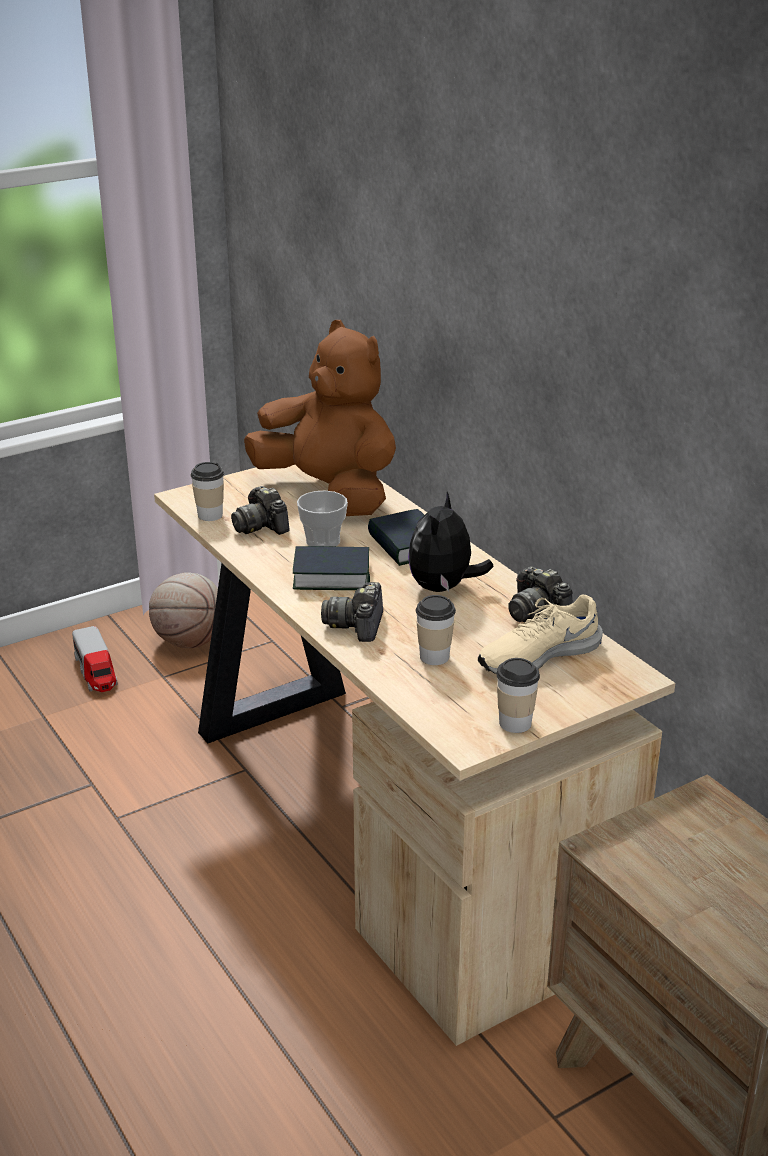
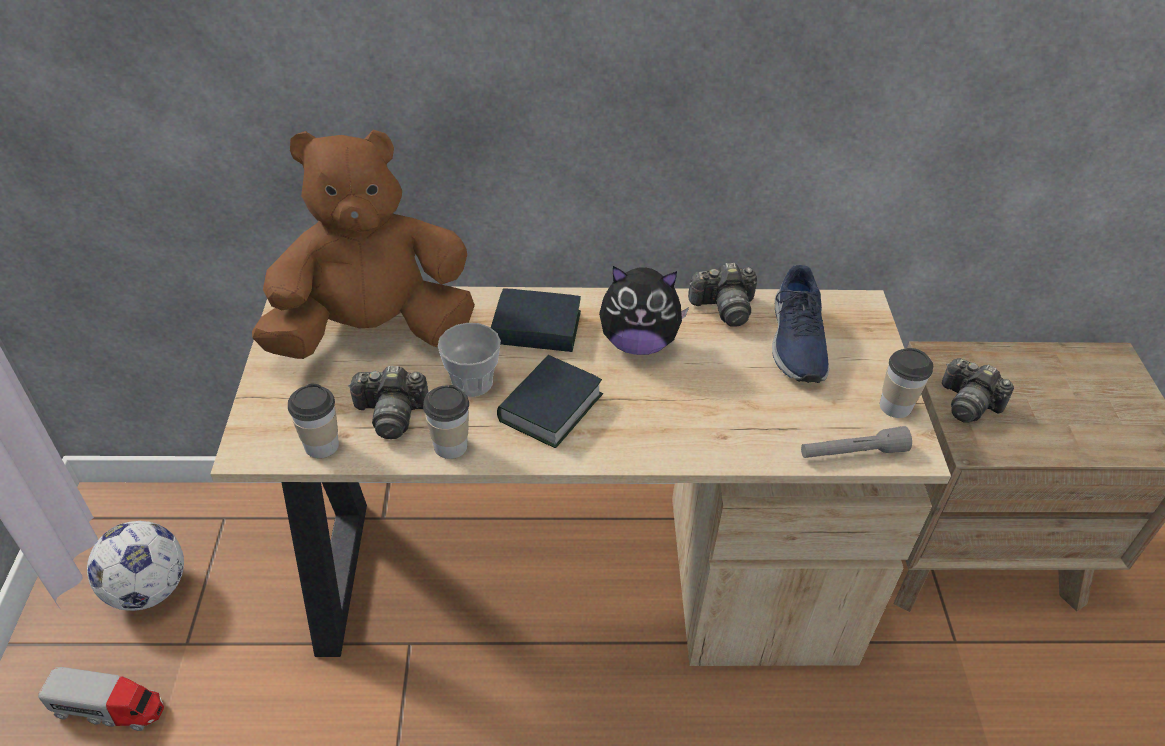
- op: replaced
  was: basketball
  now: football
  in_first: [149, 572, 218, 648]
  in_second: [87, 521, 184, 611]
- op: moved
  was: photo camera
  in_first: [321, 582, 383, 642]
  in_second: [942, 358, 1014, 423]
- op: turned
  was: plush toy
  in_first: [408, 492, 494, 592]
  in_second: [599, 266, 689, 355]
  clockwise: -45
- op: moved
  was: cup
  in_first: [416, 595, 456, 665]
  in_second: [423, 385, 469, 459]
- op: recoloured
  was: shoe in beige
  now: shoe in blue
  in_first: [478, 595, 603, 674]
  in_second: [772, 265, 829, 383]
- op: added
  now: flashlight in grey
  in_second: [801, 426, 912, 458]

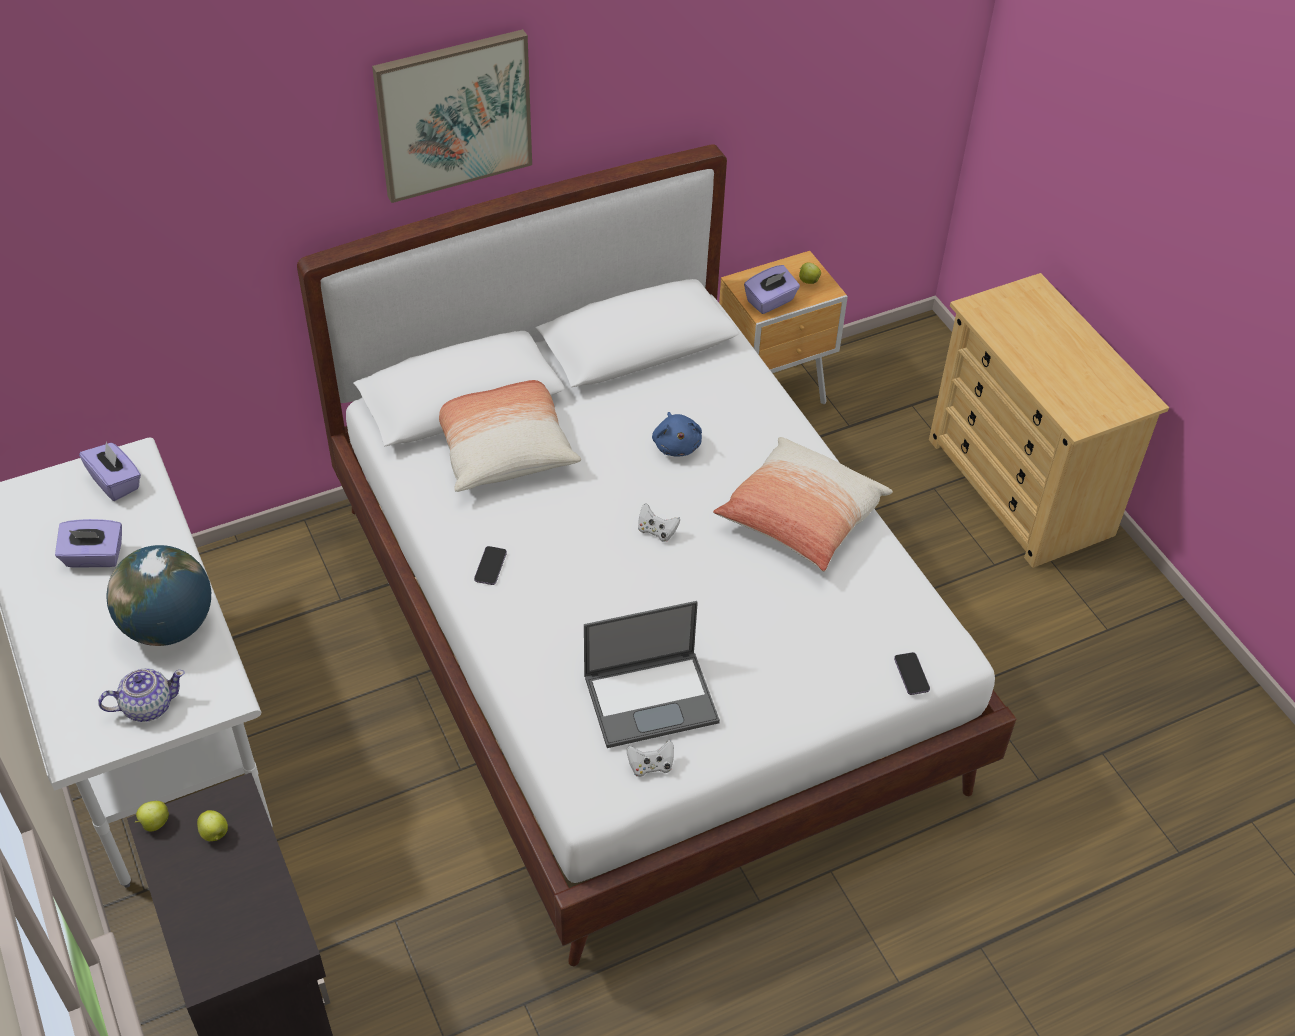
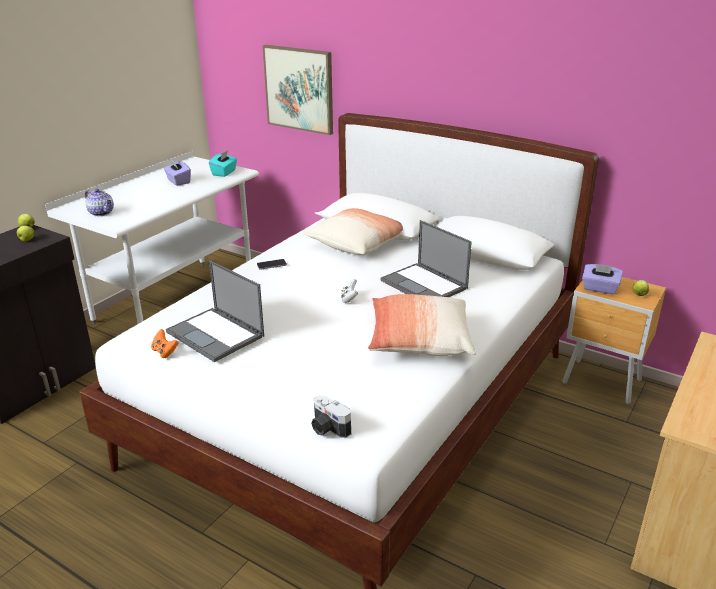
- op: recoloured
  was: tissue box in purple
  now: tissue box in turquoise
  in_first: [79, 442, 141, 501]
  in_second: [209, 151, 237, 177]
- op: removed
  was: globe
  in_first: [106, 545, 211, 646]
- op: moved
  was: picture
  in_first: [372, 29, 532, 203]
  in_second: [263, 45, 333, 135]
- op: recoloured
  was: game controller in white
  now: game controller in orange
  in_first: [627, 740, 674, 777]
  in_second: [151, 329, 179, 358]
- op: replaced
  was: plush toy in blue
  now: laptop
  in_first: [652, 412, 702, 456]
  in_second: [381, 220, 472, 297]
- op: replaced
  was: phone
  now: photo camera
  in_first: [894, 652, 930, 695]
  in_second: [311, 395, 351, 438]

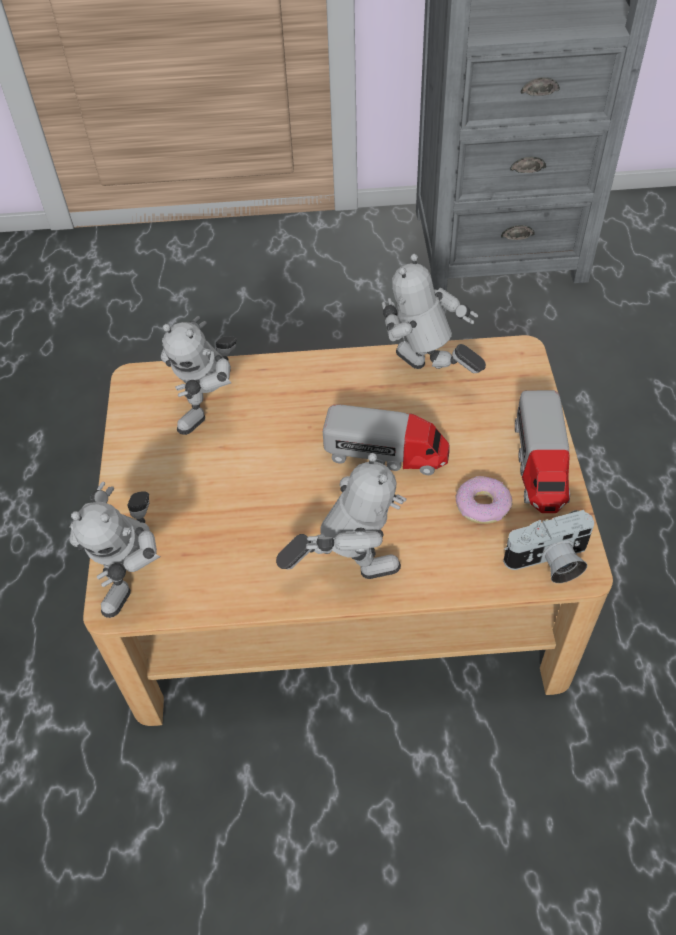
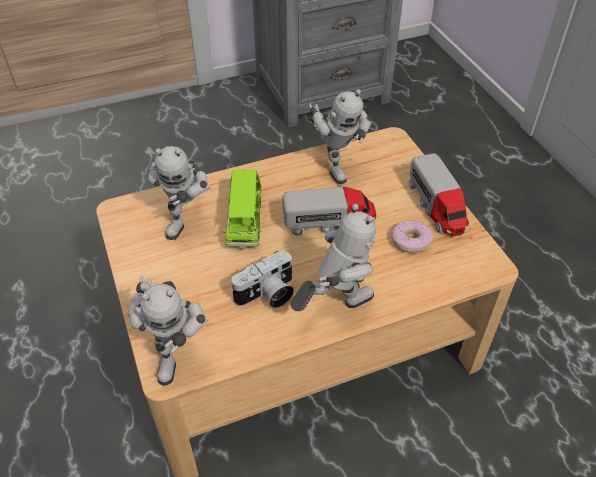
- op: turned
  was: toy robot
  in_first: [382, 254, 486, 373]
  in_second: [309, 89, 373, 184]
  clockwise: -135
- op: moved
  was: photo camera
  in_first: [503, 510, 594, 583]
  in_second: [231, 250, 294, 308]
- op: added
  now: toy car in green
  in_second: [222, 169, 262, 248]

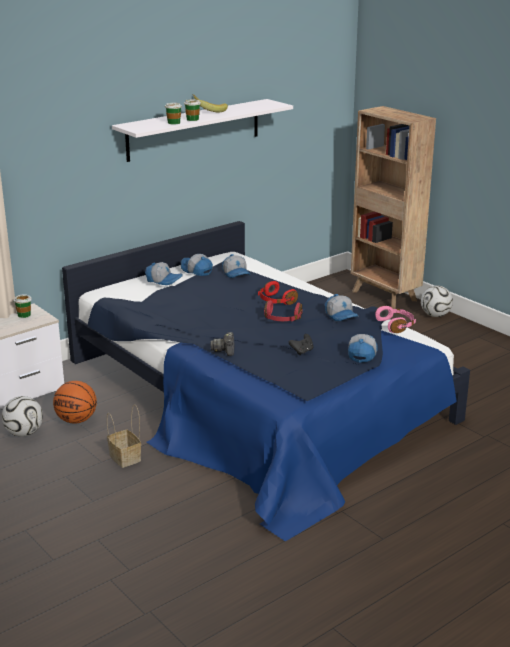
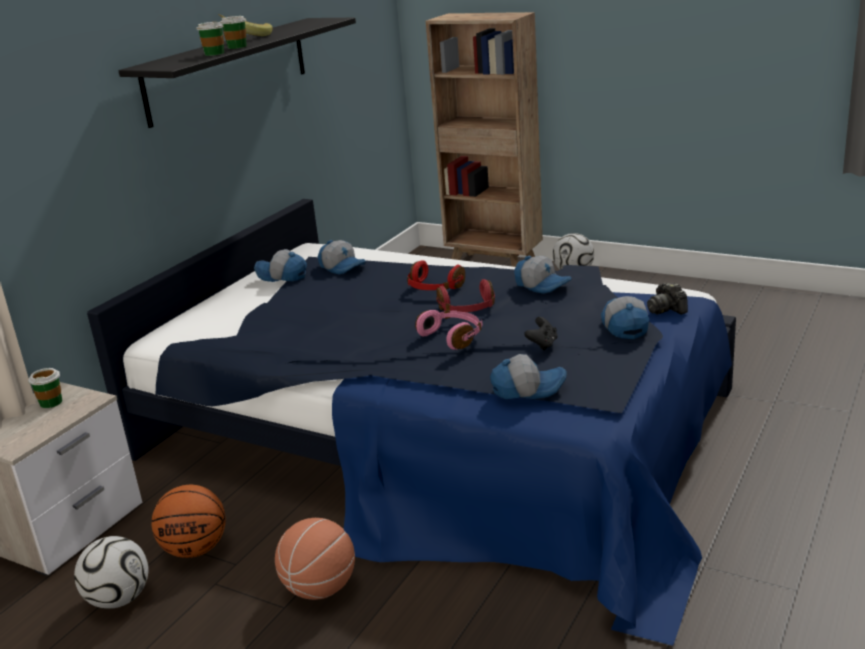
- op: replaced
  was: basket
  now: basketball
  in_first: [107, 404, 141, 468]
  in_second: [275, 518, 355, 600]
- op: recoloured
  was: shelf in white
  now: shelf in black
  in_first: [112, 99, 293, 162]
  in_second: [119, 18, 356, 128]
- op: moved
  was: cap
  in_first: [145, 262, 183, 285]
  in_second: [490, 354, 567, 399]
- op: moved
  was: photo camera
  in_first: [210, 332, 235, 356]
  in_second: [647, 283, 688, 315]
- op: moved
  was: headphones in pink
  in_first: [375, 306, 416, 333]
  in_second: [415, 310, 483, 350]

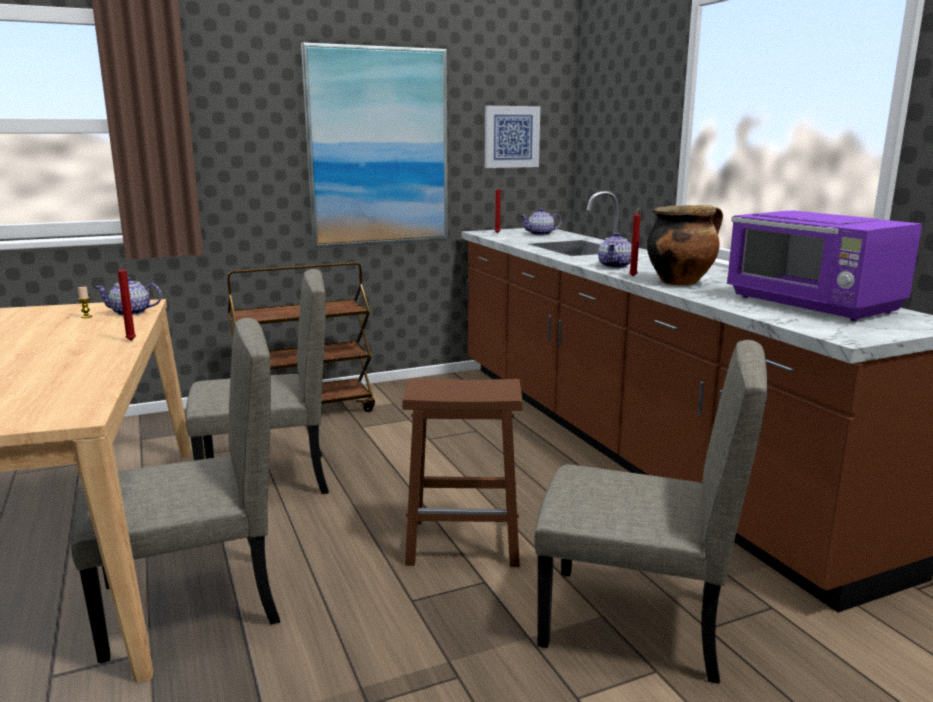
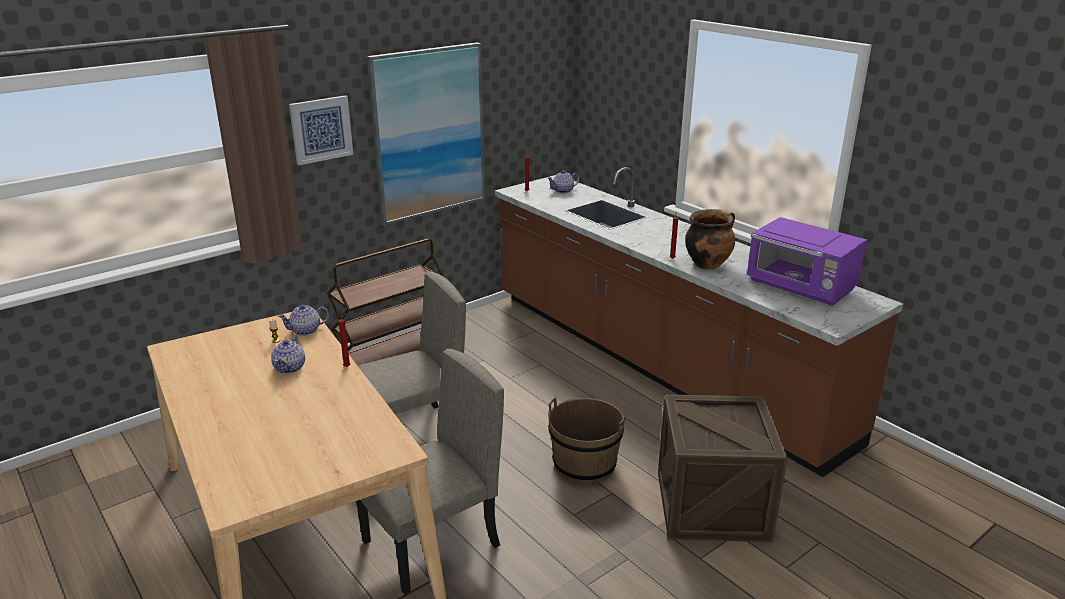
- op: replaced
  was: stool in brown
  now: bucket in brown
  in_first: [402, 378, 523, 567]
  in_second: [548, 397, 626, 484]
- op: moved
  was: picture
  in_first: [485, 106, 541, 168]
  in_second: [289, 95, 353, 165]
- op: replaced
  was: chair in beige
  now: crate
  in_first: [534, 340, 768, 684]
  in_second: [658, 394, 788, 542]
- op: moved
  was: teapot
  in_first: [598, 232, 632, 268]
  in_second: [271, 336, 305, 373]

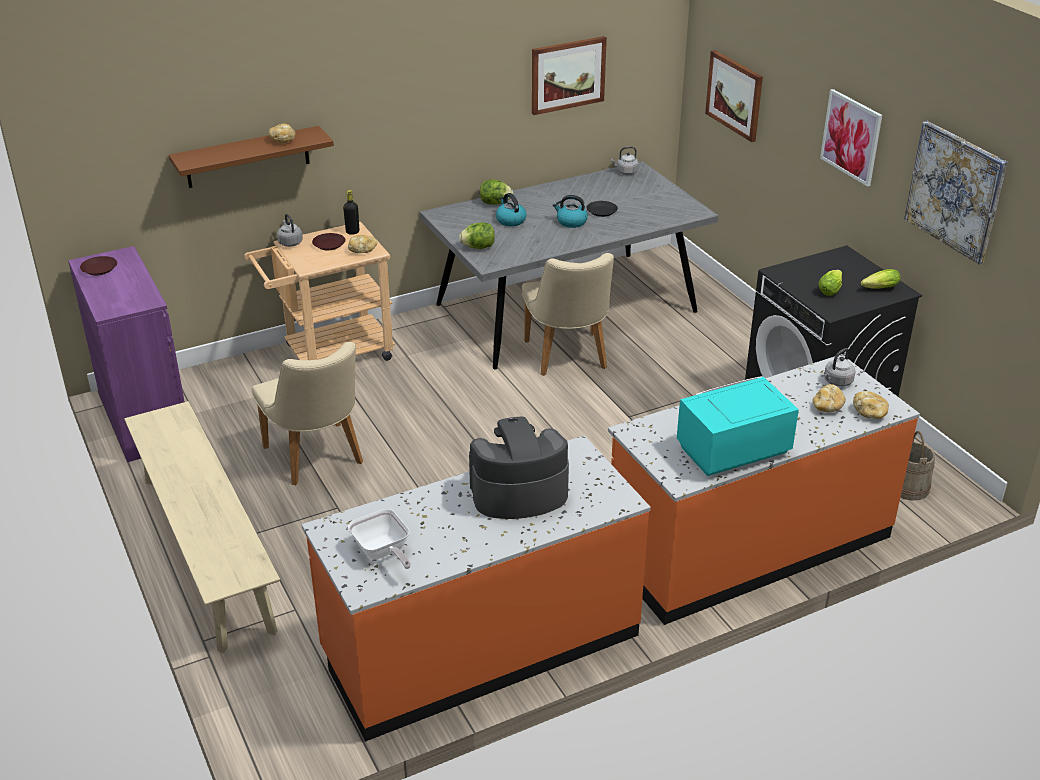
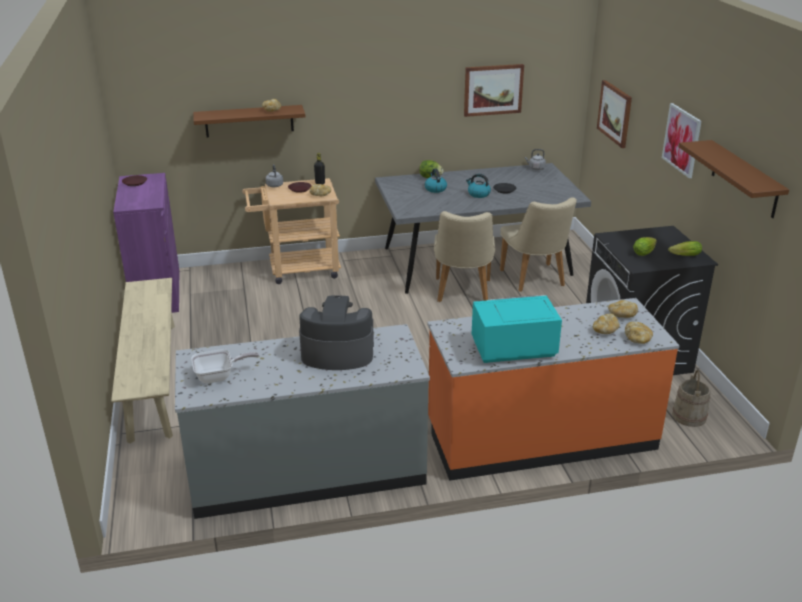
- op: moved
  was: chair in beige
  in_first: [252, 342, 363, 485]
  in_second: [500, 197, 577, 292]
- op: recoloured
  was: counter in orange
  now: counter in grey
  in_first: [302, 435, 651, 742]
  in_second: [175, 324, 430, 519]
- op: turned
  was: frying pan
  in_first: [348, 509, 411, 569]
  in_second: [191, 349, 259, 383]
  clockwise: -90
- op: removed
  was: lettuce
  in_first: [459, 222, 495, 249]
- op: replaced
  was: kettle in grey
  now: bread
  in_first: [824, 348, 856, 387]
  in_second: [608, 300, 638, 318]
- op: replaced
  was: picture
  now: shelf in brown
  in_first: [904, 121, 1007, 264]
  in_second: [678, 140, 789, 218]

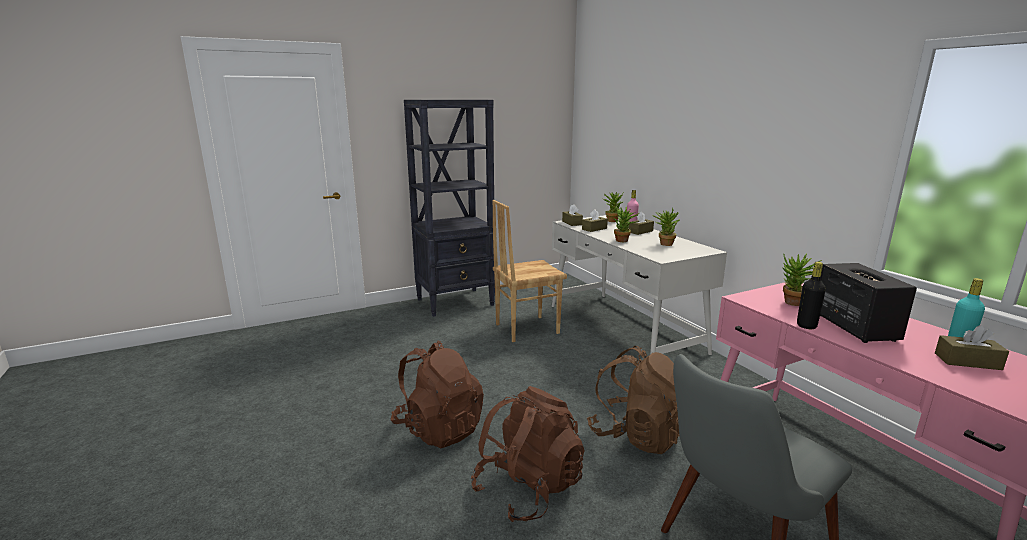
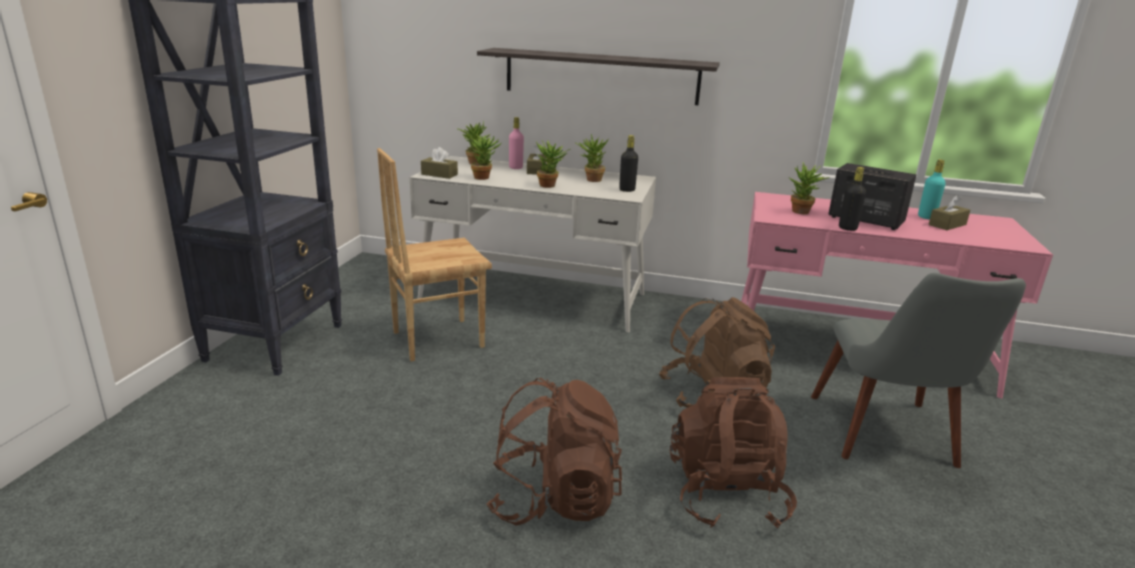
- op: turned
  was: chair in brown
  in_first: [492, 200, 567, 342]
  in_second: [377, 148, 492, 361]
  clockwise: 45
- op: replaced
  was: tissue box in brown
  now: potted plant
  in_first: [582, 209, 608, 232]
  in_second: [468, 134, 501, 180]
- op: added
  now: shelf
  in_second: [477, 48, 720, 105]
- op: added
  now: bottle in black
  in_second: [619, 135, 638, 192]

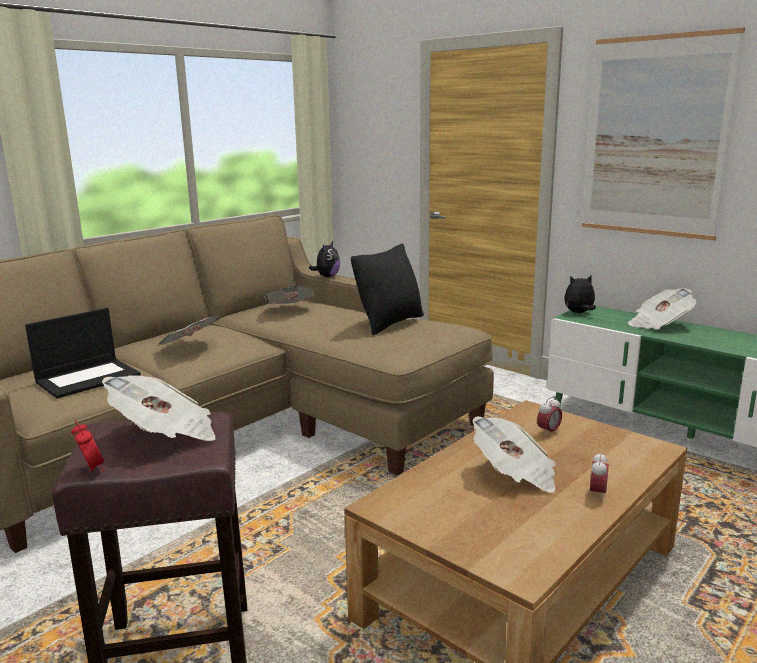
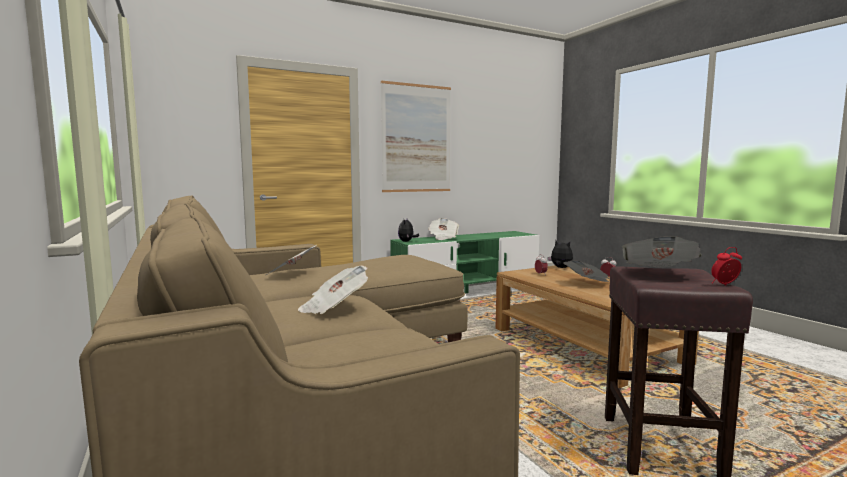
- op: removed
  was: laptop
  in_first: [25, 308, 141, 399]
- op: moved
  was: plush toy
  in_first: [309, 242, 340, 277]
  in_second: [547, 241, 573, 268]
- op: removed
  was: pillow in black
  in_first: [351, 244, 424, 335]

